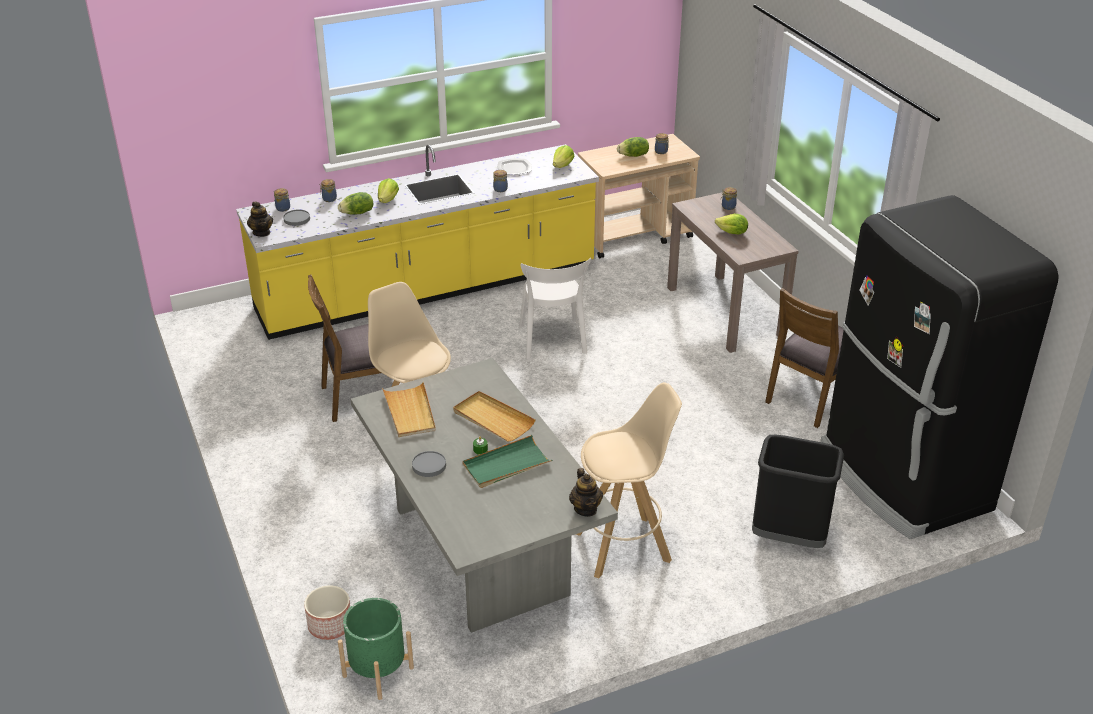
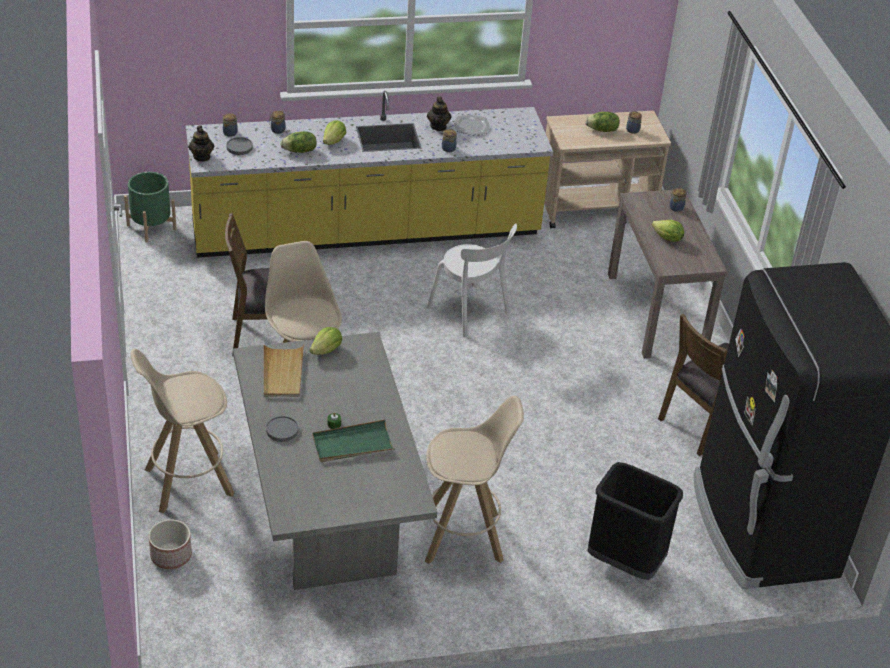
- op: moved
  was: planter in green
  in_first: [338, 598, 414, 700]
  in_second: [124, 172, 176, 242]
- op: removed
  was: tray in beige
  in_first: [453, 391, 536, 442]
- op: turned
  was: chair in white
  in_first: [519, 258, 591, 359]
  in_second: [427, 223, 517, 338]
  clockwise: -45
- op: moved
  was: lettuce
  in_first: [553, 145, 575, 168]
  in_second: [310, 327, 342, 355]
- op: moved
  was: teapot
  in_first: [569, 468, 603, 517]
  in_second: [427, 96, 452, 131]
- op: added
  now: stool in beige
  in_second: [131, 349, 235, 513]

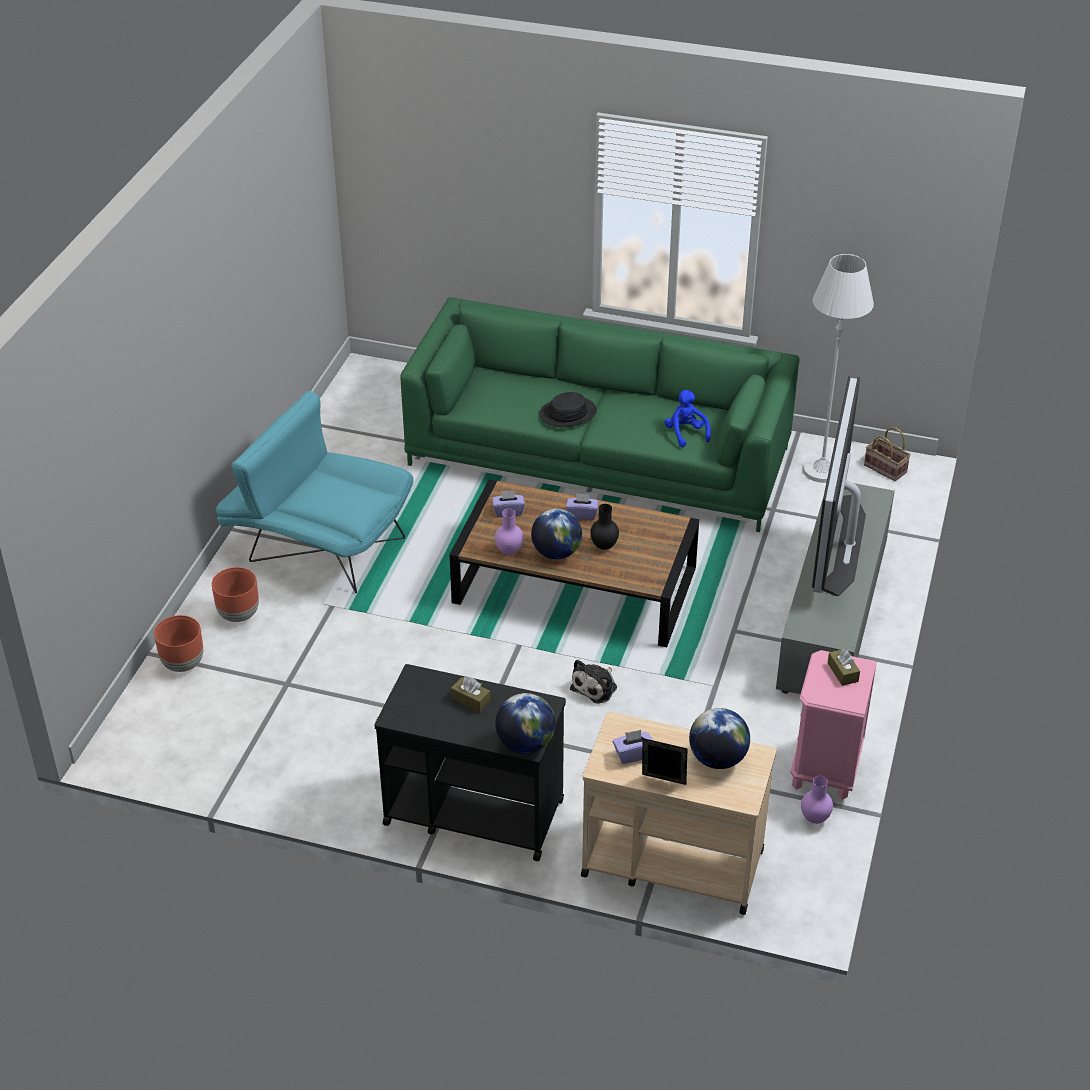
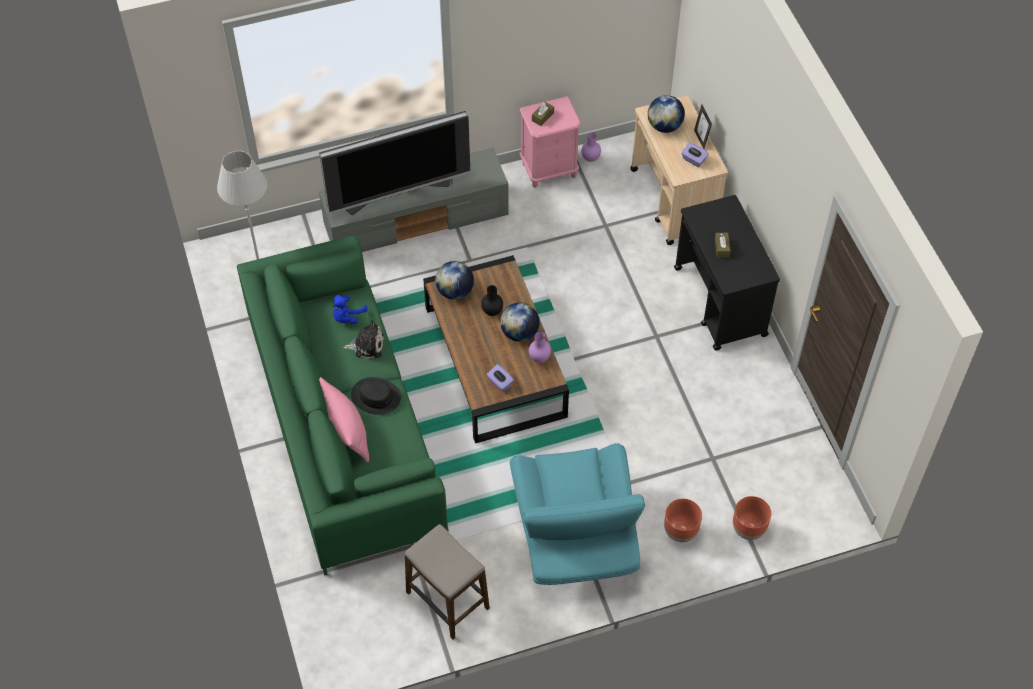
- op: moved
  was: globe
  in_first: [495, 693, 556, 754]
  in_second: [435, 261, 474, 300]
- op: removed
  was: tissue box in purple
  in_first: [566, 493, 598, 520]
- op: moved
  was: plush toy
  in_first: [570, 660, 617, 704]
  in_second: [343, 320, 384, 359]
- op: removed
  was: basket
  in_first: [864, 427, 911, 481]
- op: added
  now: pillow in pink
  in_second: [319, 377, 369, 462]
- op: added
  now: stool
  in_second: [405, 524, 490, 639]

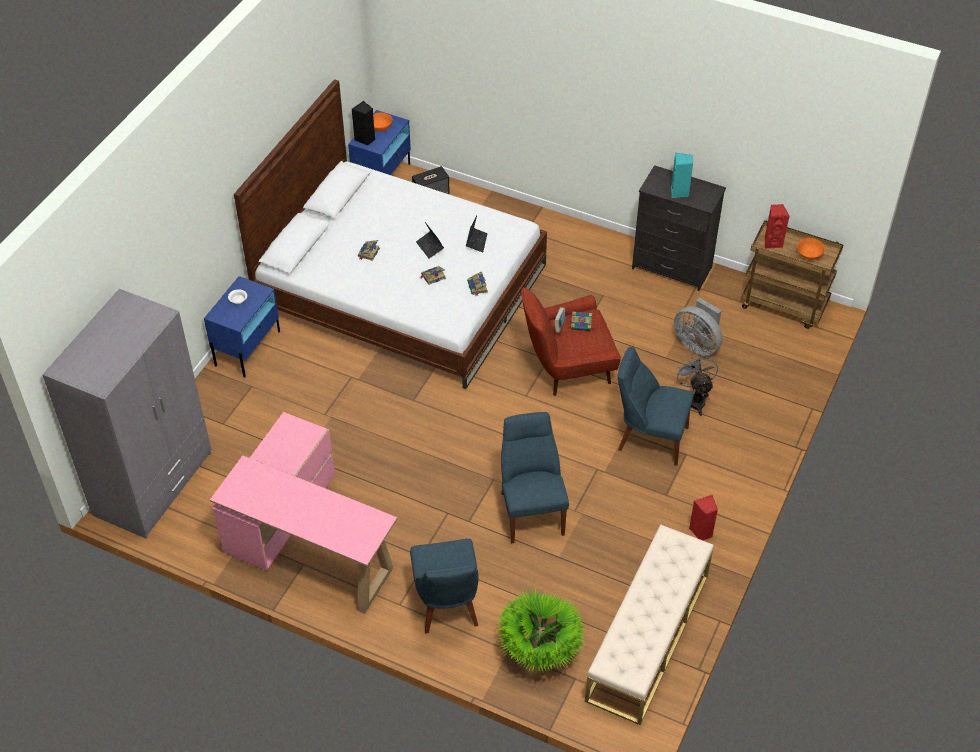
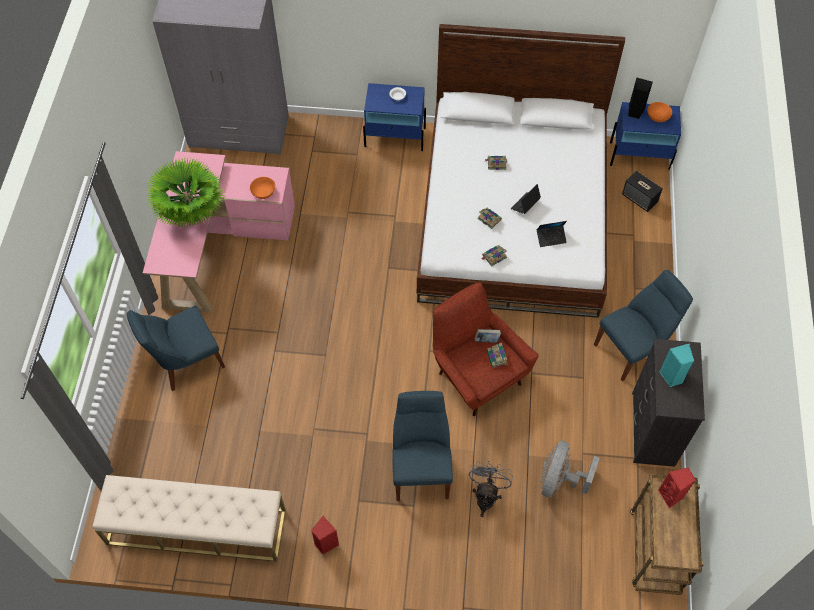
- op: moved
  was: potted plant
  in_first: [496, 588, 587, 673]
  in_second: [147, 158, 226, 228]
- op: moved
  was: chair in blue
  in_first: [501, 412, 569, 543]
  in_second: [594, 270, 693, 381]
- op: turned
  was: fan in grey
  in_first: [675, 353, 718, 416]
  in_second: [469, 461, 513, 517]
  clockwise: -45
- op: moved
  was: bowl in orange
  in_first: [797, 238, 825, 260]
  in_second: [250, 177, 275, 199]

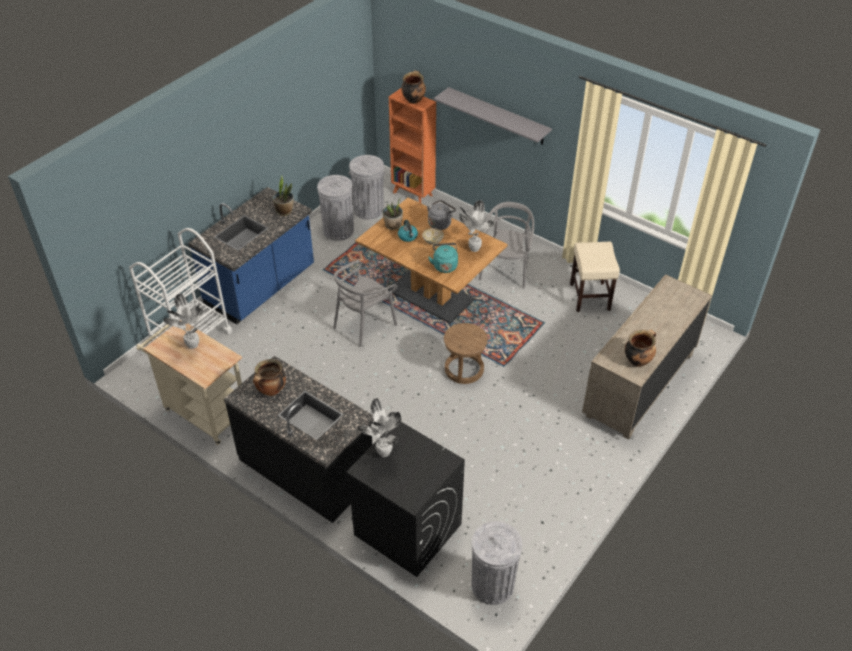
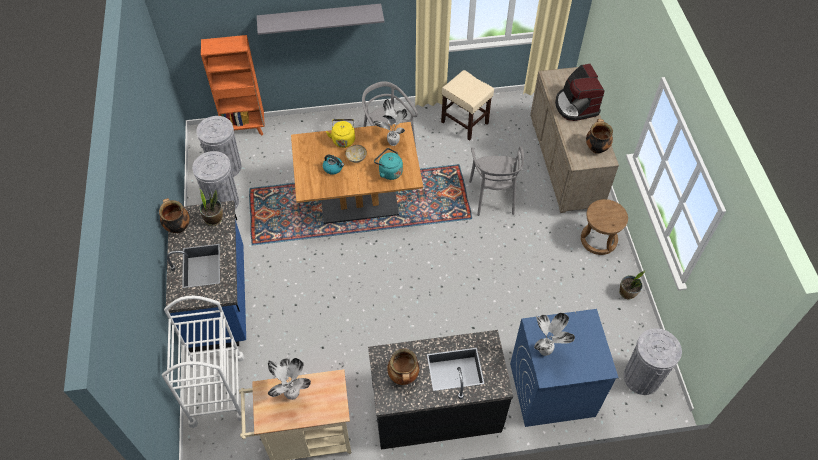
- op: moved
  was: chair in grey
  in_first: [334, 260, 398, 347]
  in_second: [469, 146, 524, 216]
- op: recoloured
  was: washing machine in black
  now: washing machine in blue
  in_first: [346, 422, 465, 577]
  in_second: [510, 309, 619, 427]
- op: moved
  was: potted plant
  in_first: [382, 198, 403, 230]
  in_second: [619, 271, 645, 299]
- op: moved
  was: cooking pot
  in_first: [401, 70, 426, 104]
  in_second: [159, 198, 190, 233]
- op: recoloured
  was: kettle in grey
  now: kettle in yellow
  in_first: [427, 200, 456, 230]
  in_second: [326, 119, 355, 148]
- op: moved
  was: stool in brown
  in_first: [444, 323, 488, 384]
  in_second: [581, 199, 628, 255]
- op: added
  now: coffee machine
  in_second: [555, 64, 605, 121]

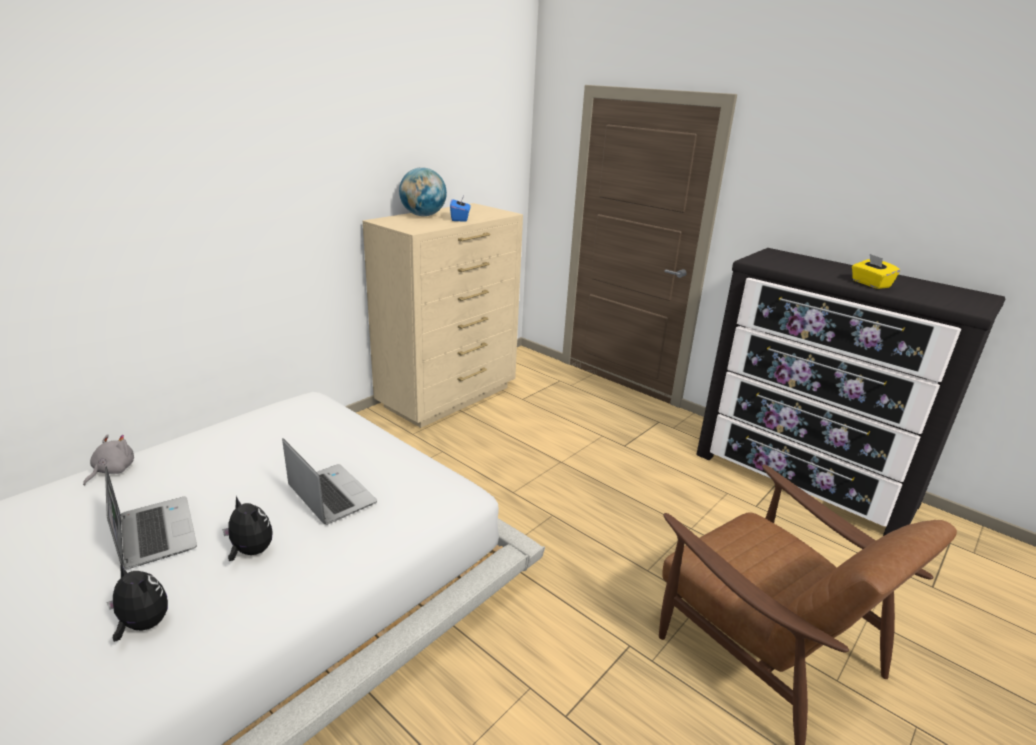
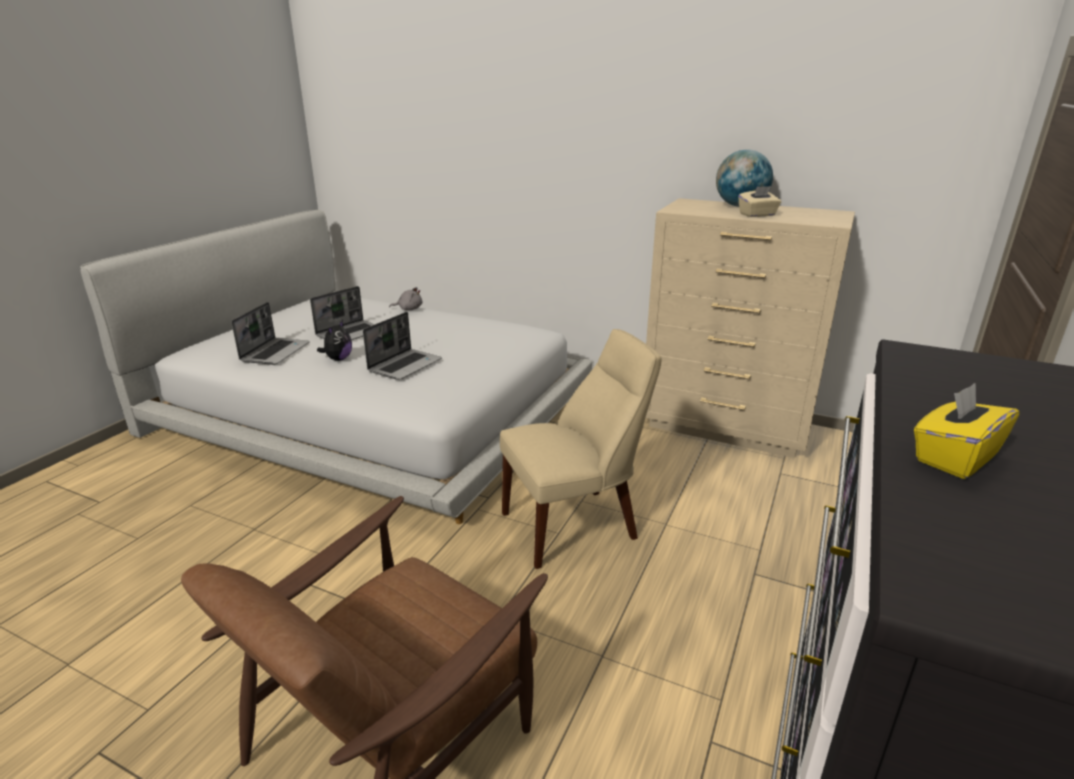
- op: replaced
  was: plush toy
  now: laptop
  in_first: [107, 563, 168, 642]
  in_second: [231, 302, 310, 365]
- op: recoloured
  was: tissue box in blue
  now: tissue box in beige
  in_first: [450, 196, 471, 222]
  in_second: [738, 186, 781, 217]
- op: added
  now: chair in beige
  in_second: [500, 329, 661, 569]

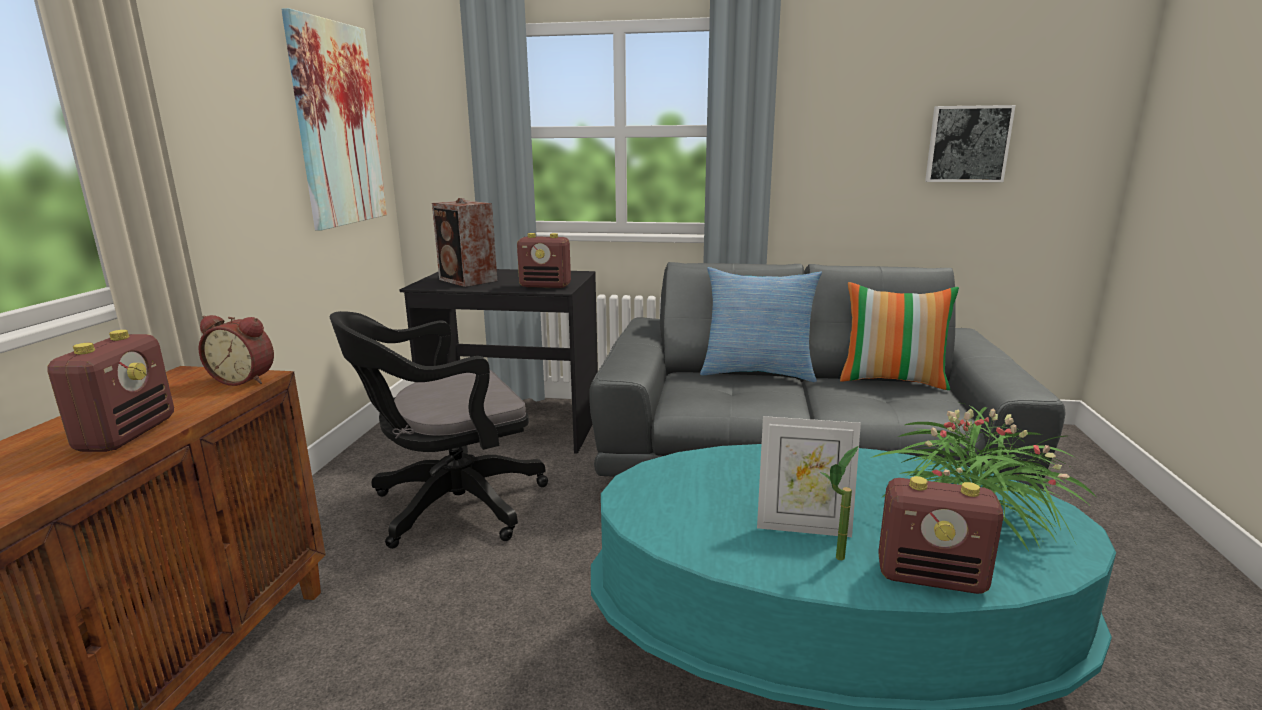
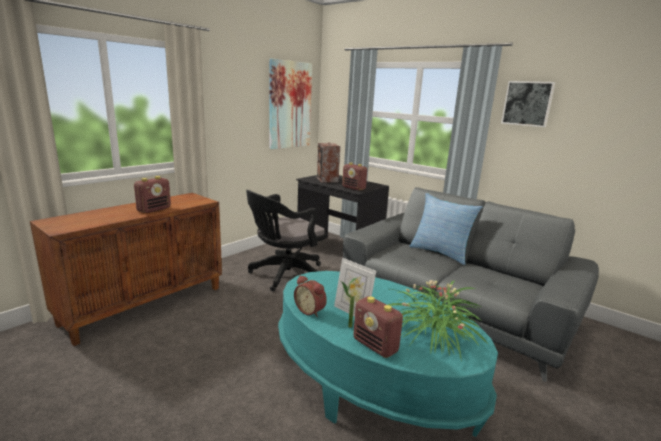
- op: moved
  was: alarm clock
  in_first: [199, 315, 274, 386]
  in_second: [294, 276, 327, 317]
- op: turned
  was: office chair in black
  in_first: [330, 311, 548, 549]
  in_second: [246, 190, 326, 291]
  clockwise: -45
- op: removed
  was: pillow
  in_first: [840, 282, 959, 390]
- op: moved
  was: picture
  in_first: [925, 105, 1016, 182]
  in_second: [501, 81, 555, 127]

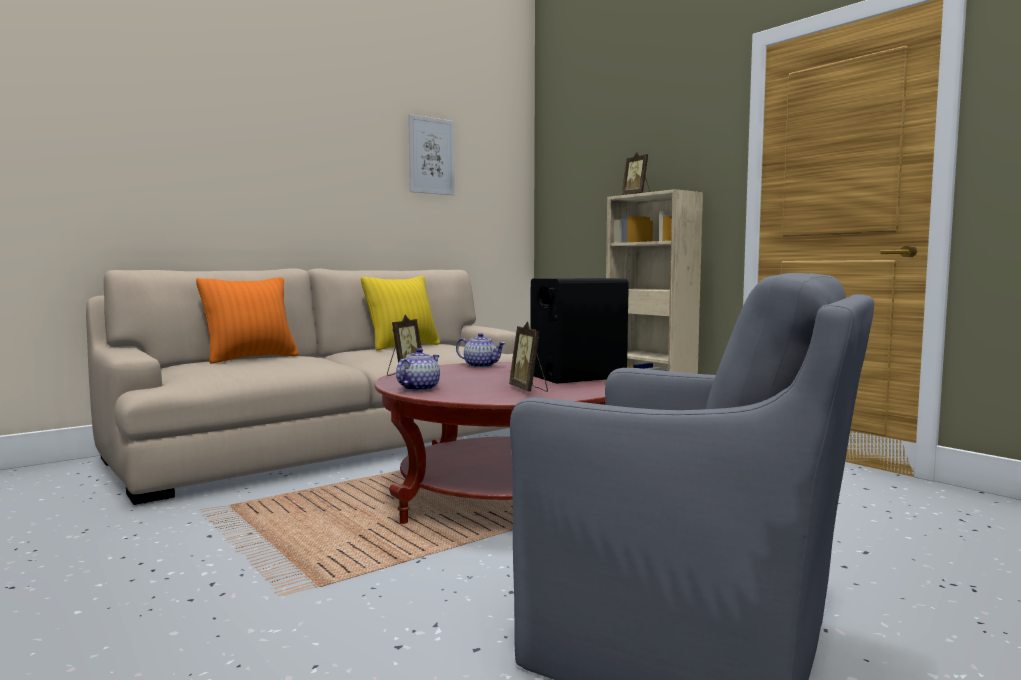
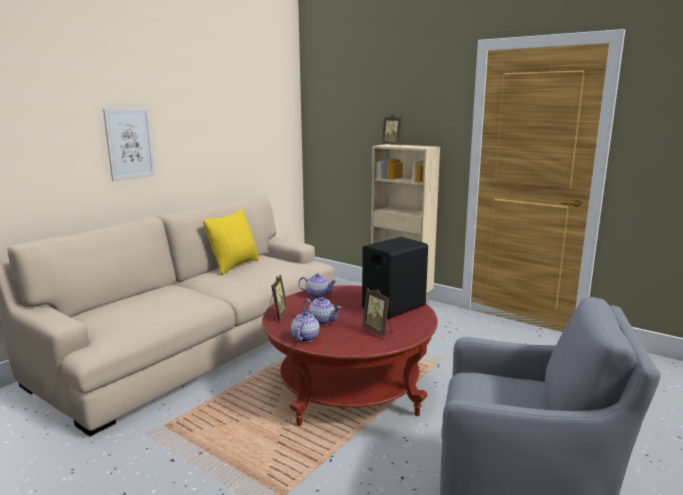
- op: removed
  was: pillow in orange
  in_first: [196, 277, 299, 364]
- op: moved
  was: picture
  in_first: [408, 114, 455, 195]
  in_second: [103, 108, 155, 181]
- op: added
  now: teapot
  in_second: [302, 297, 341, 325]

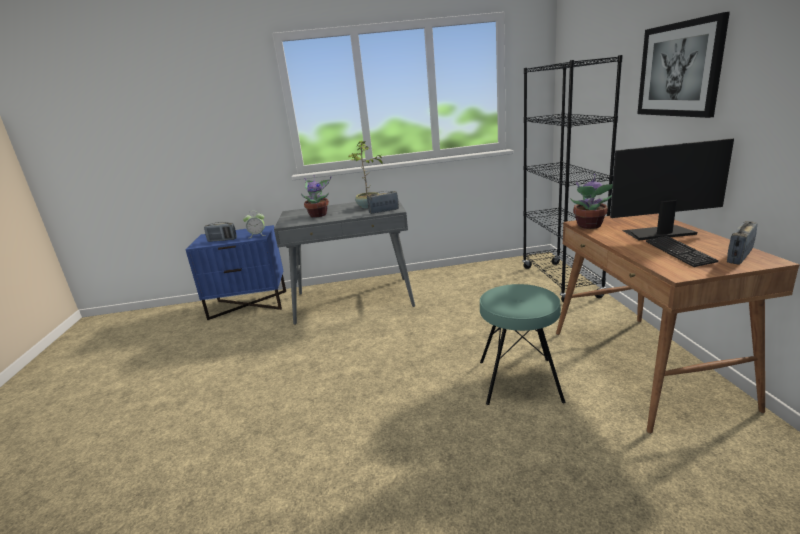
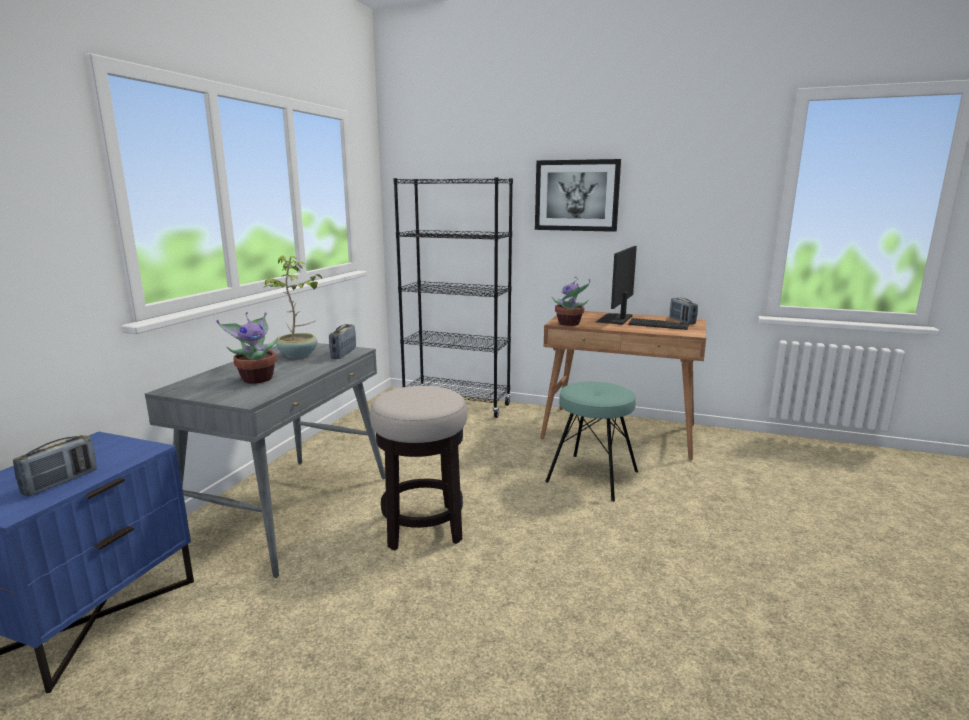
- op: removed
  was: alarm clock
  in_first: [243, 213, 266, 238]
- op: added
  now: stool
  in_second: [370, 386, 468, 550]

